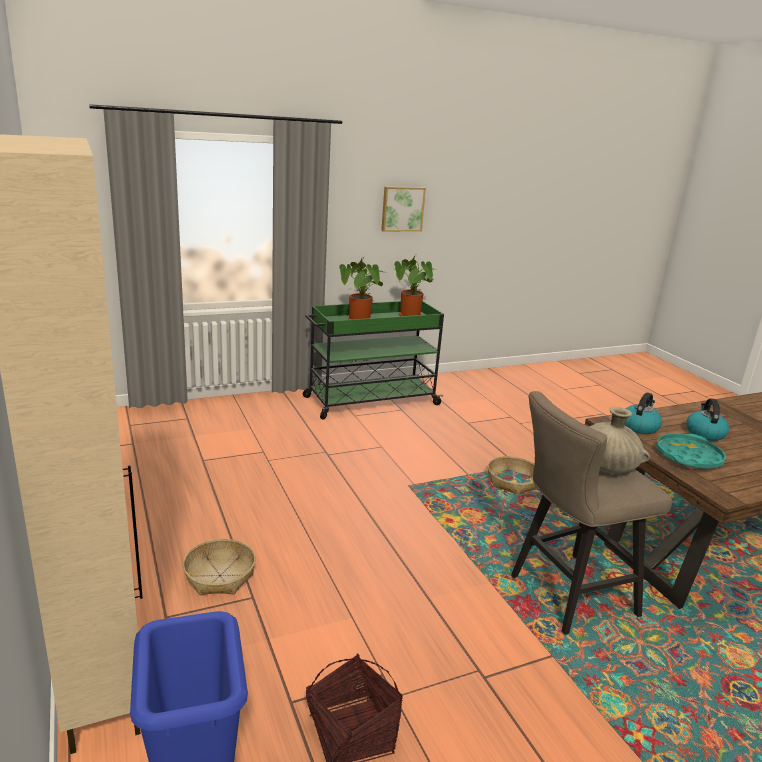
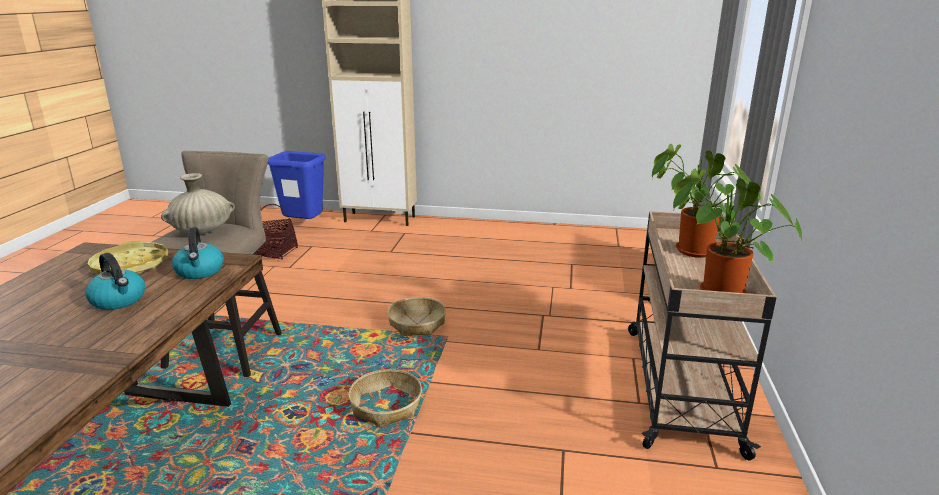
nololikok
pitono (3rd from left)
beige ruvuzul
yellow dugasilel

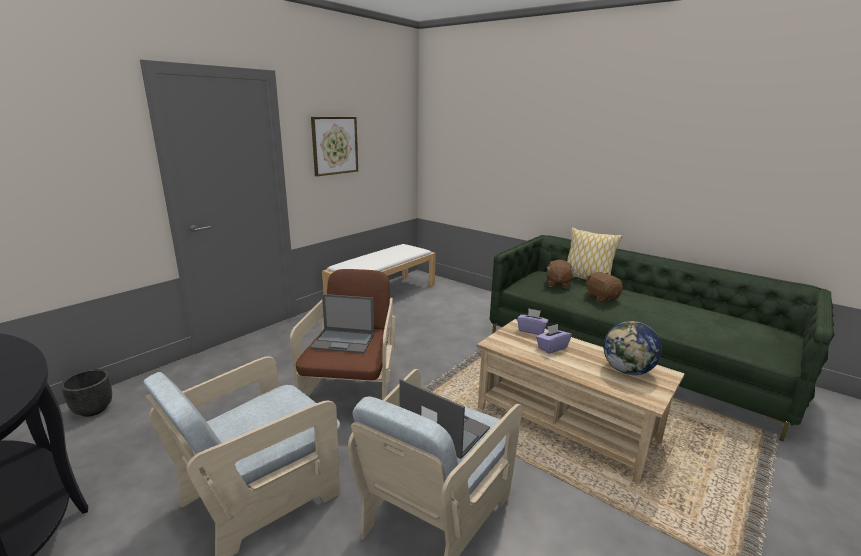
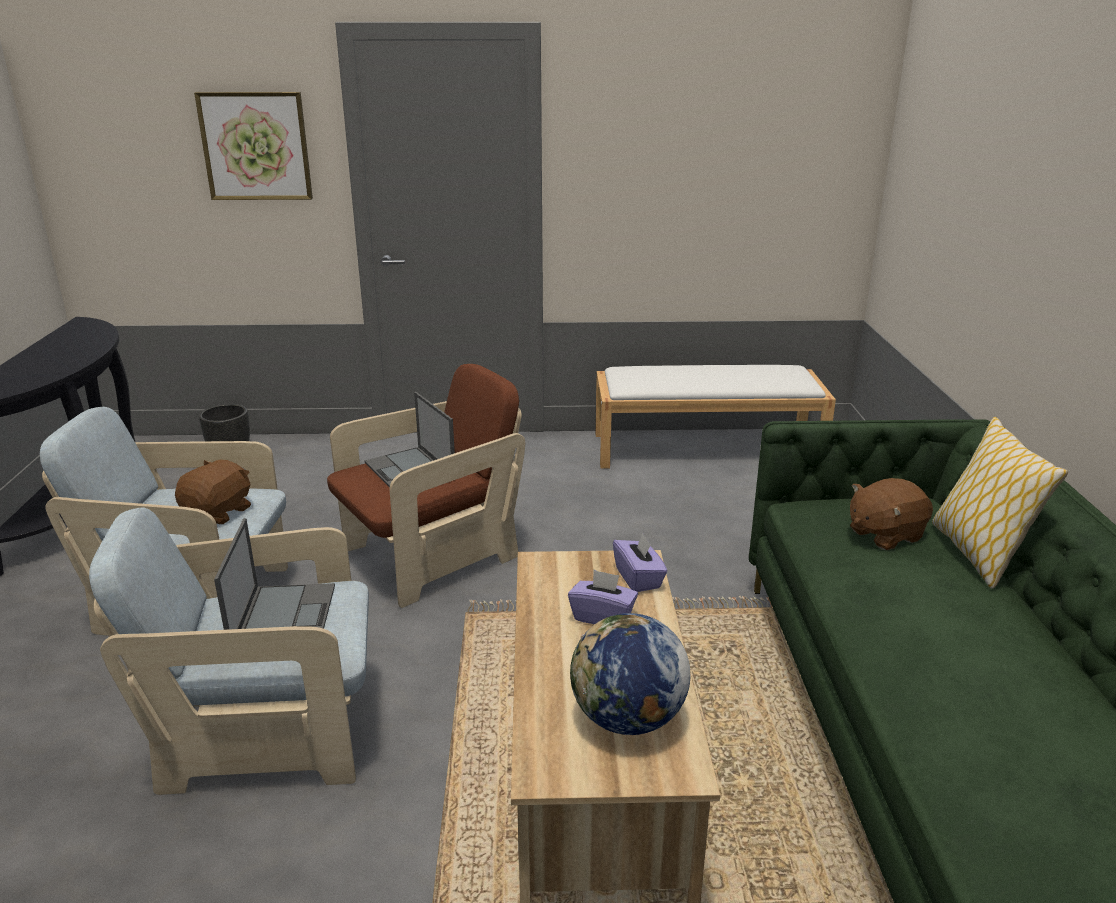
nololikok
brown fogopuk (1st from left)

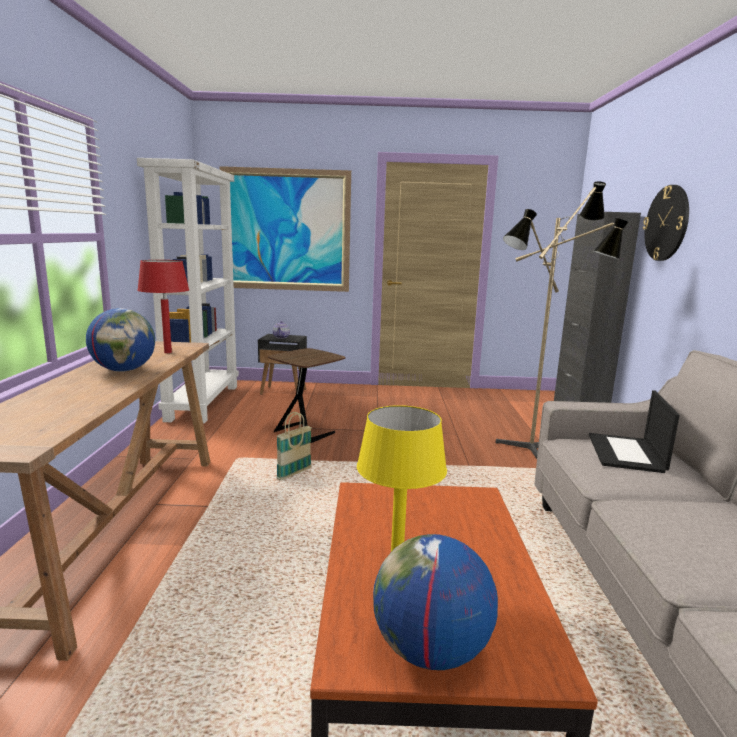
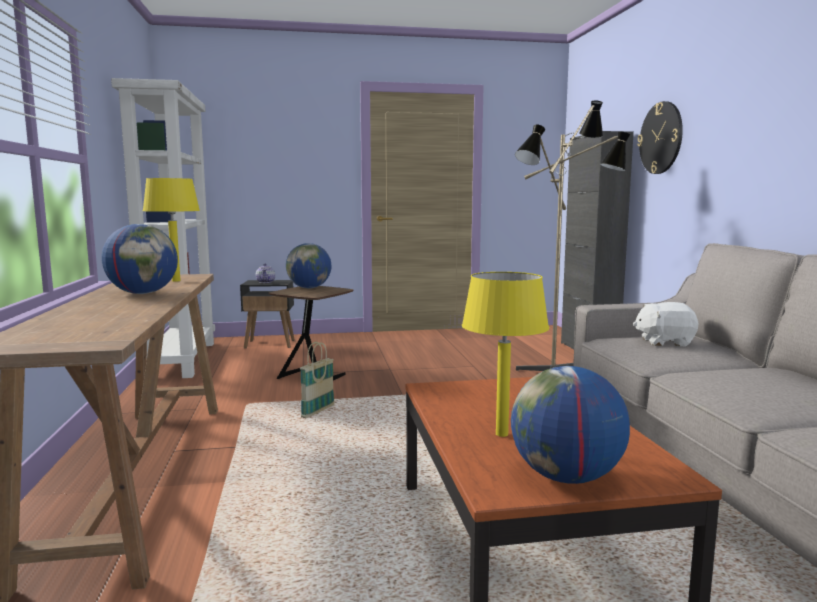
nololikok
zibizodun (2nd from left)
white fogopuk
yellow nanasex (1st from left)

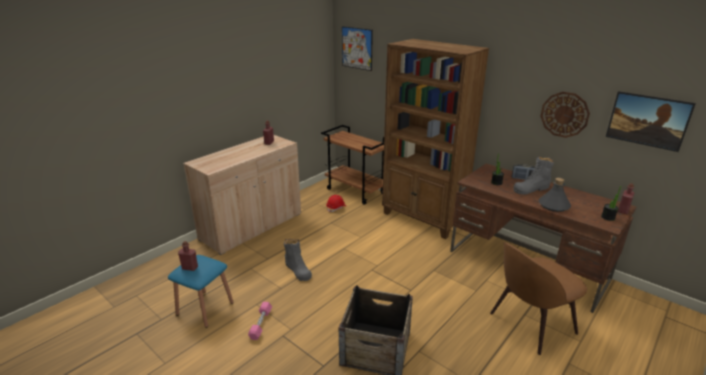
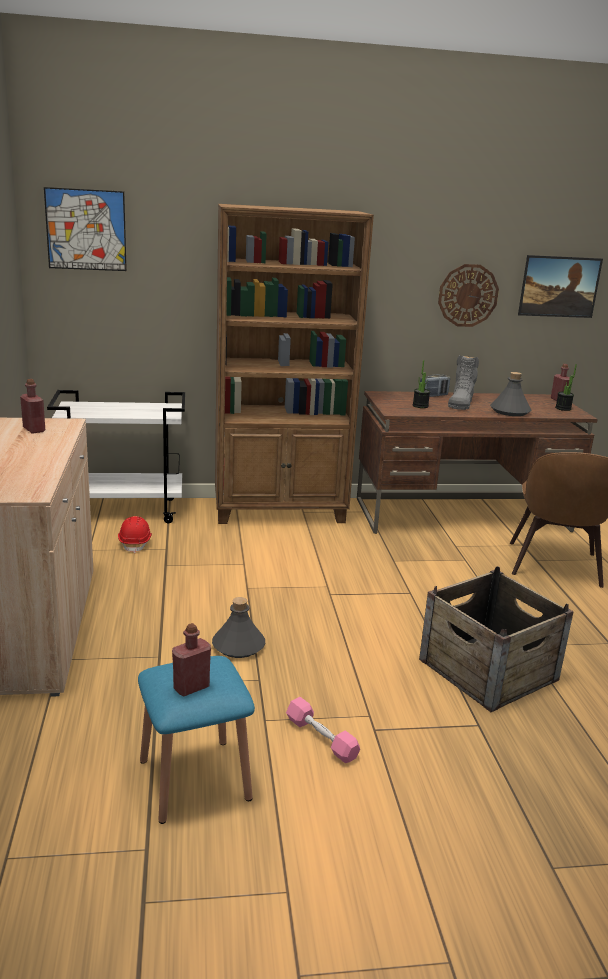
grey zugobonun (1st from left)
white ruvuzul

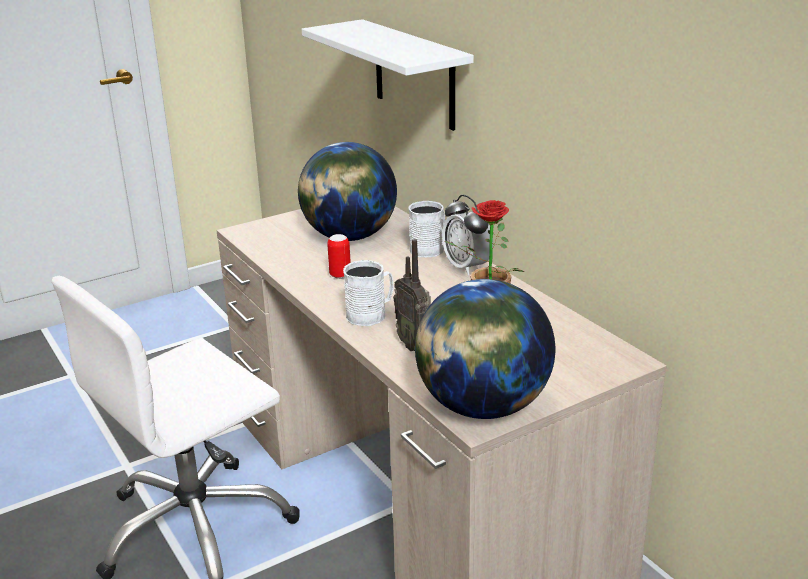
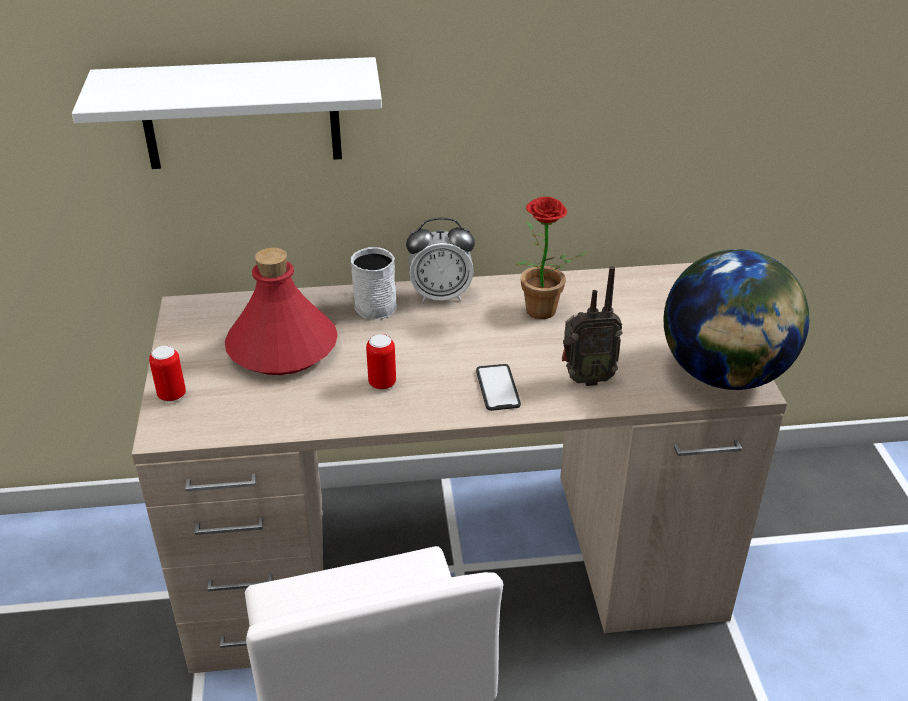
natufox (1st from left)
red zugobonun
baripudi

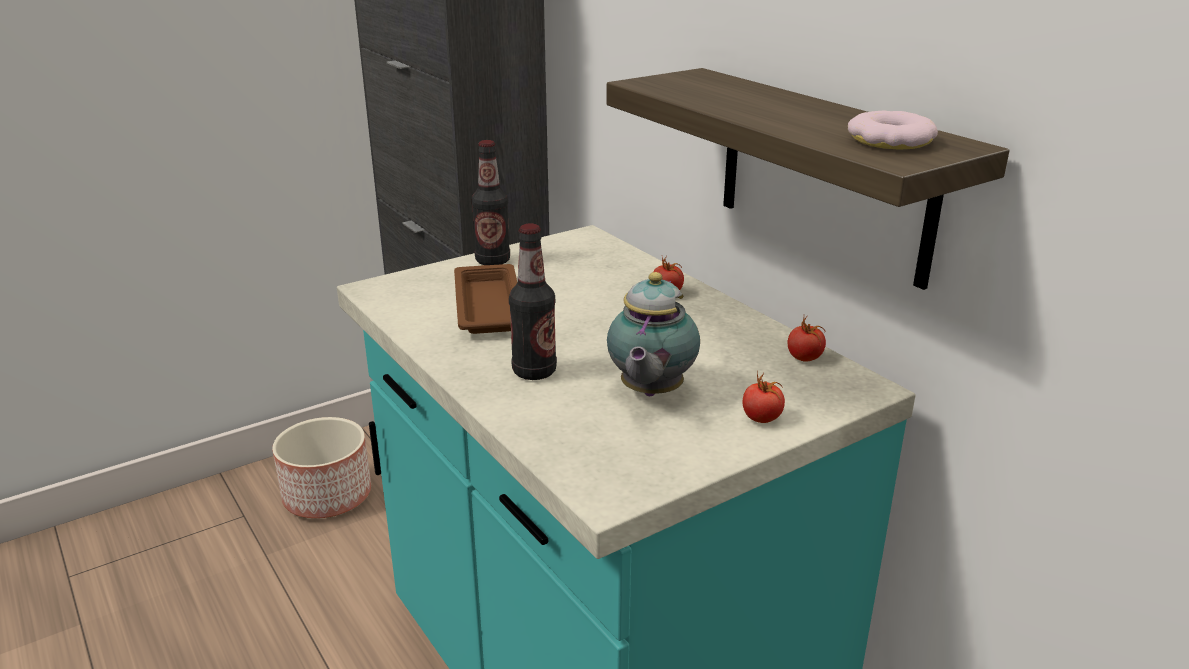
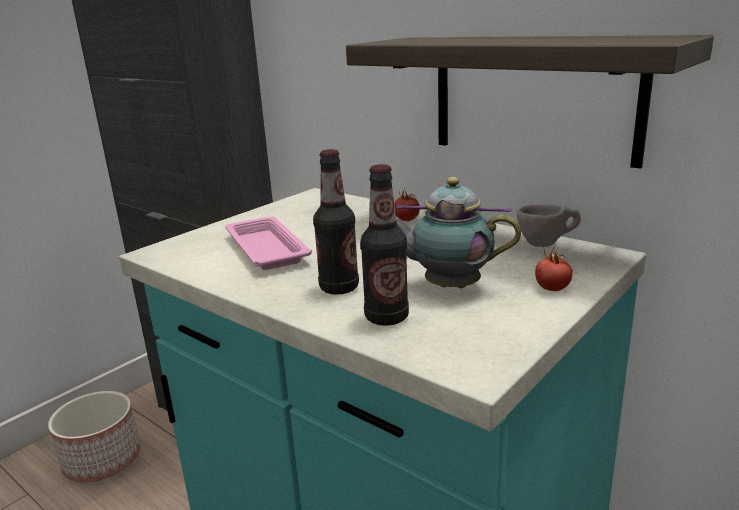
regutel
zugobonun (2nd from left)
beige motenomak
pink dugasilel
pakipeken

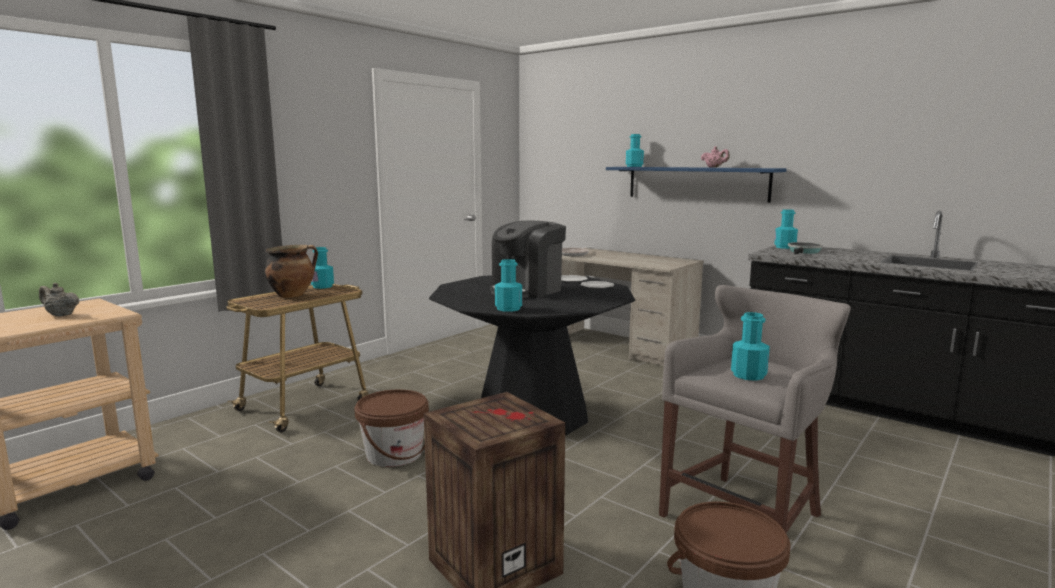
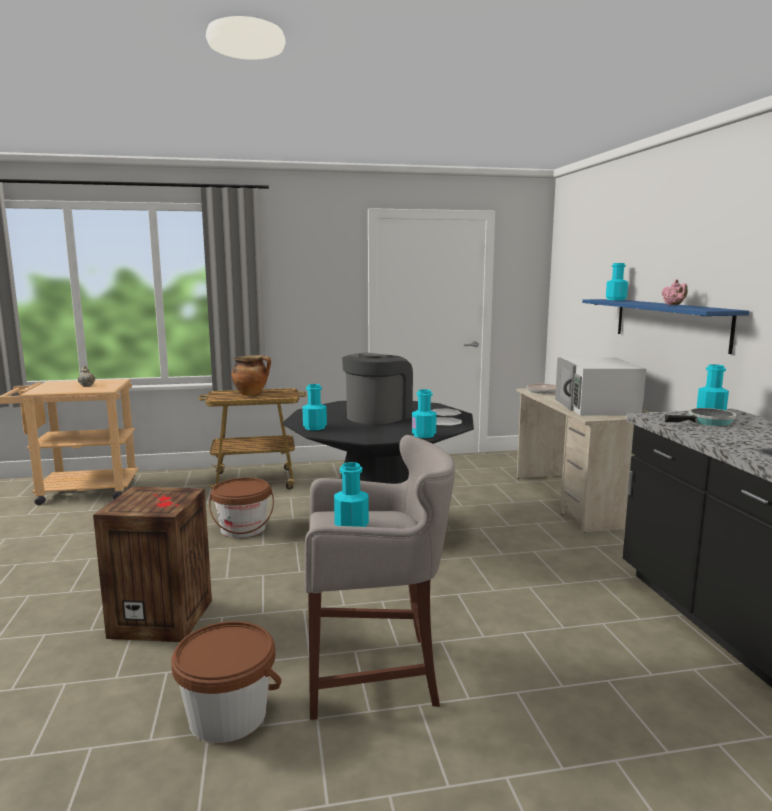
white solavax
turquoise zugobonun (3rd from left)
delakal

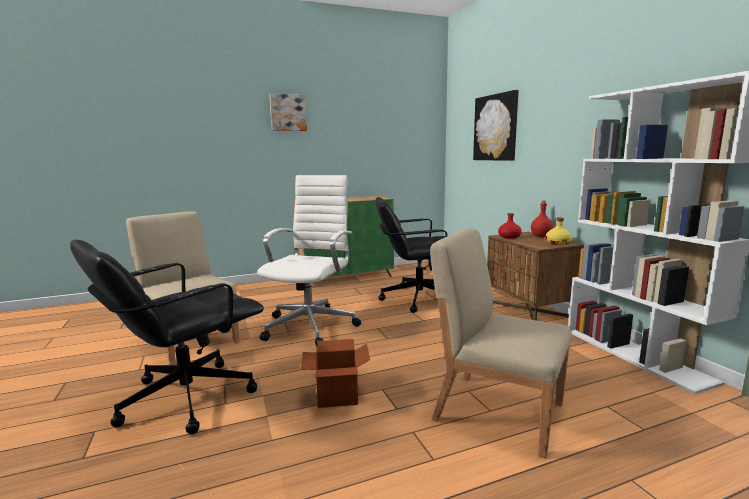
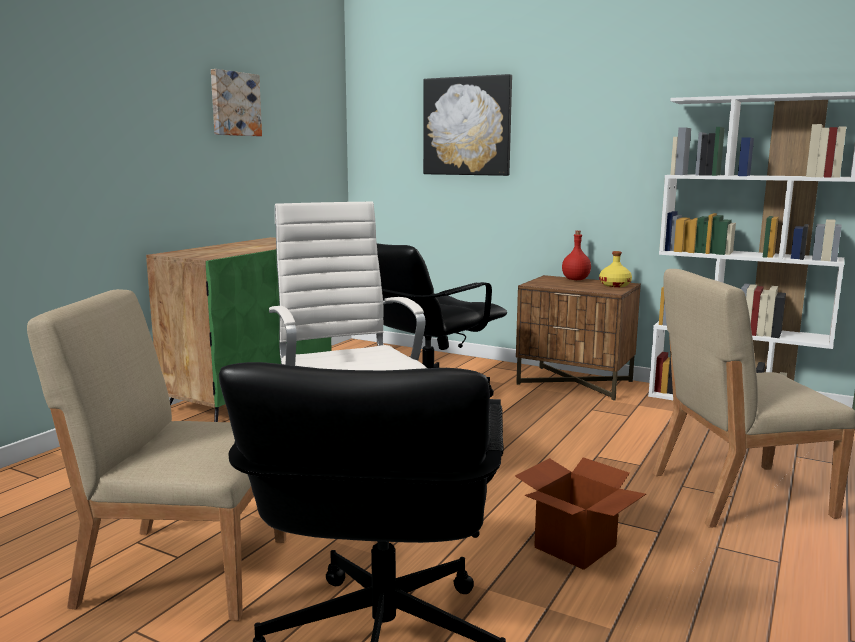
red zugobonun (1st from left in the first image)
nololikok (1st from left)

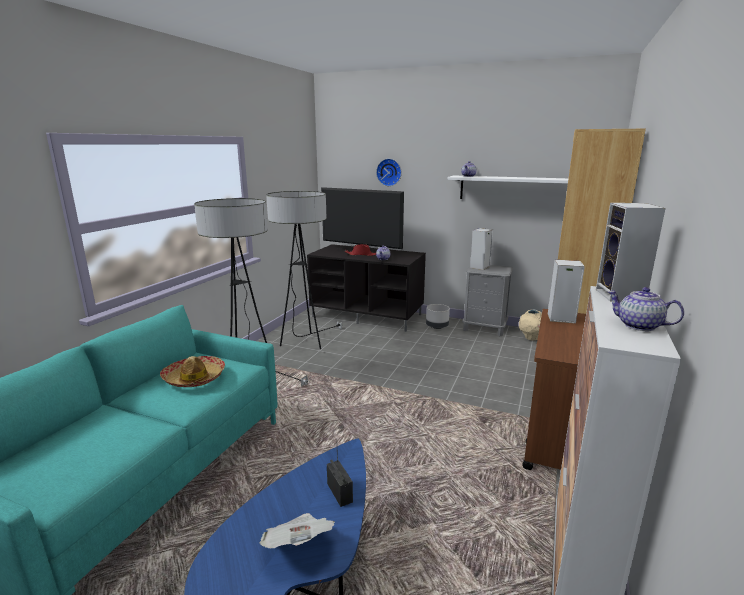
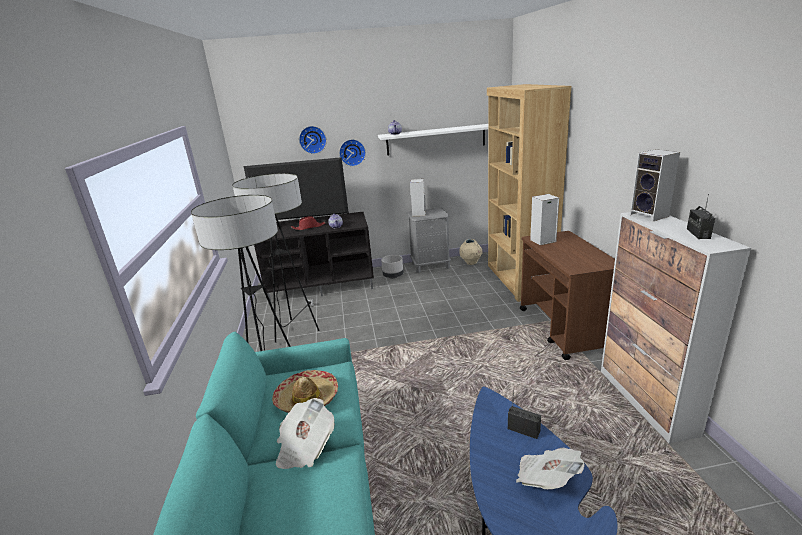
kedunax (1st from left)
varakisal (2nd from left)
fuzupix (2nd from left)

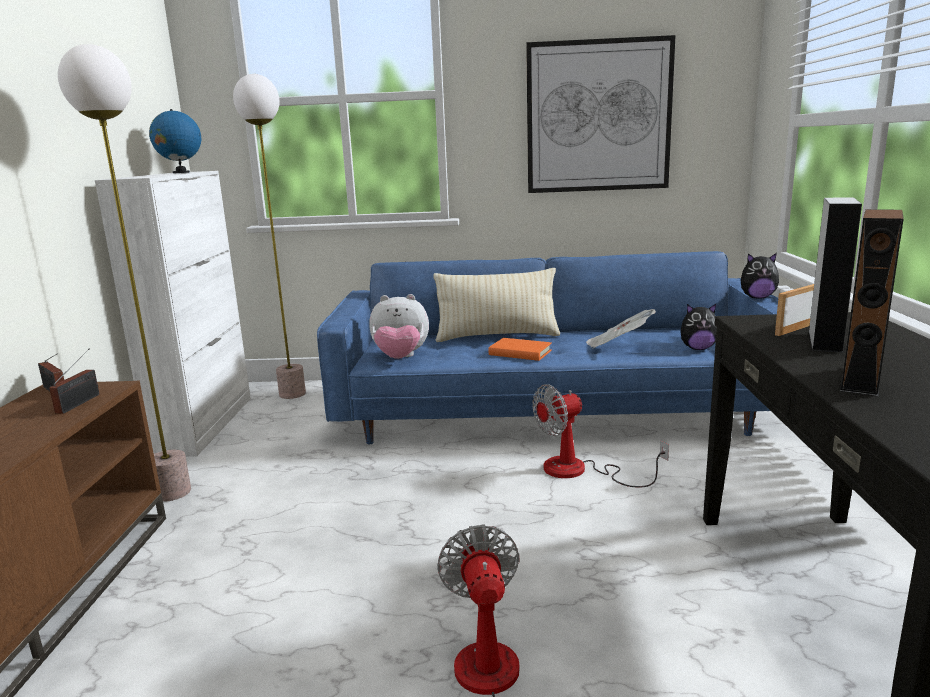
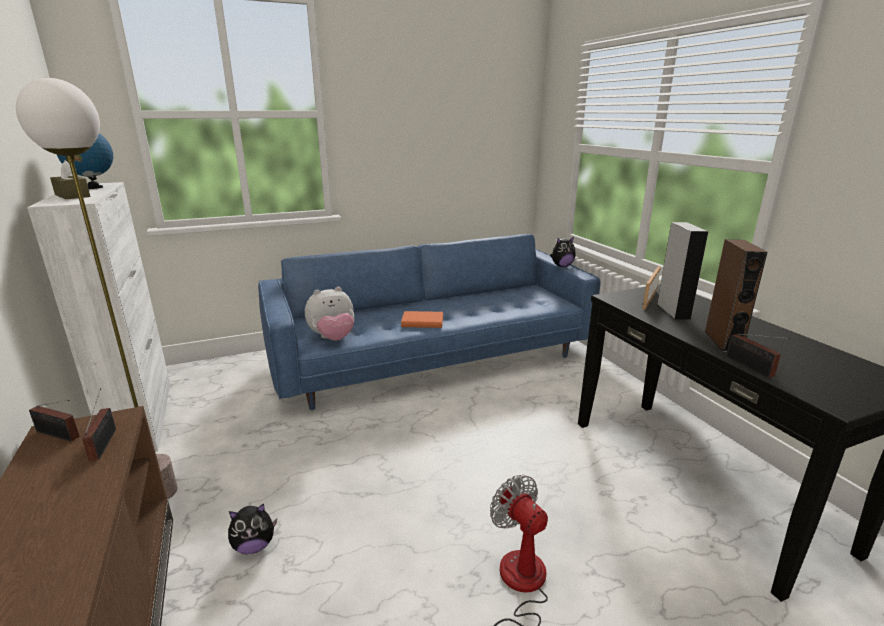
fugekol (2nd from left in the first image)
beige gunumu
nololikok
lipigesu (2nd from left in the first image)
kedunax
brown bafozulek
fuzupix (3rd from left)
fogopuk (1st from left)

